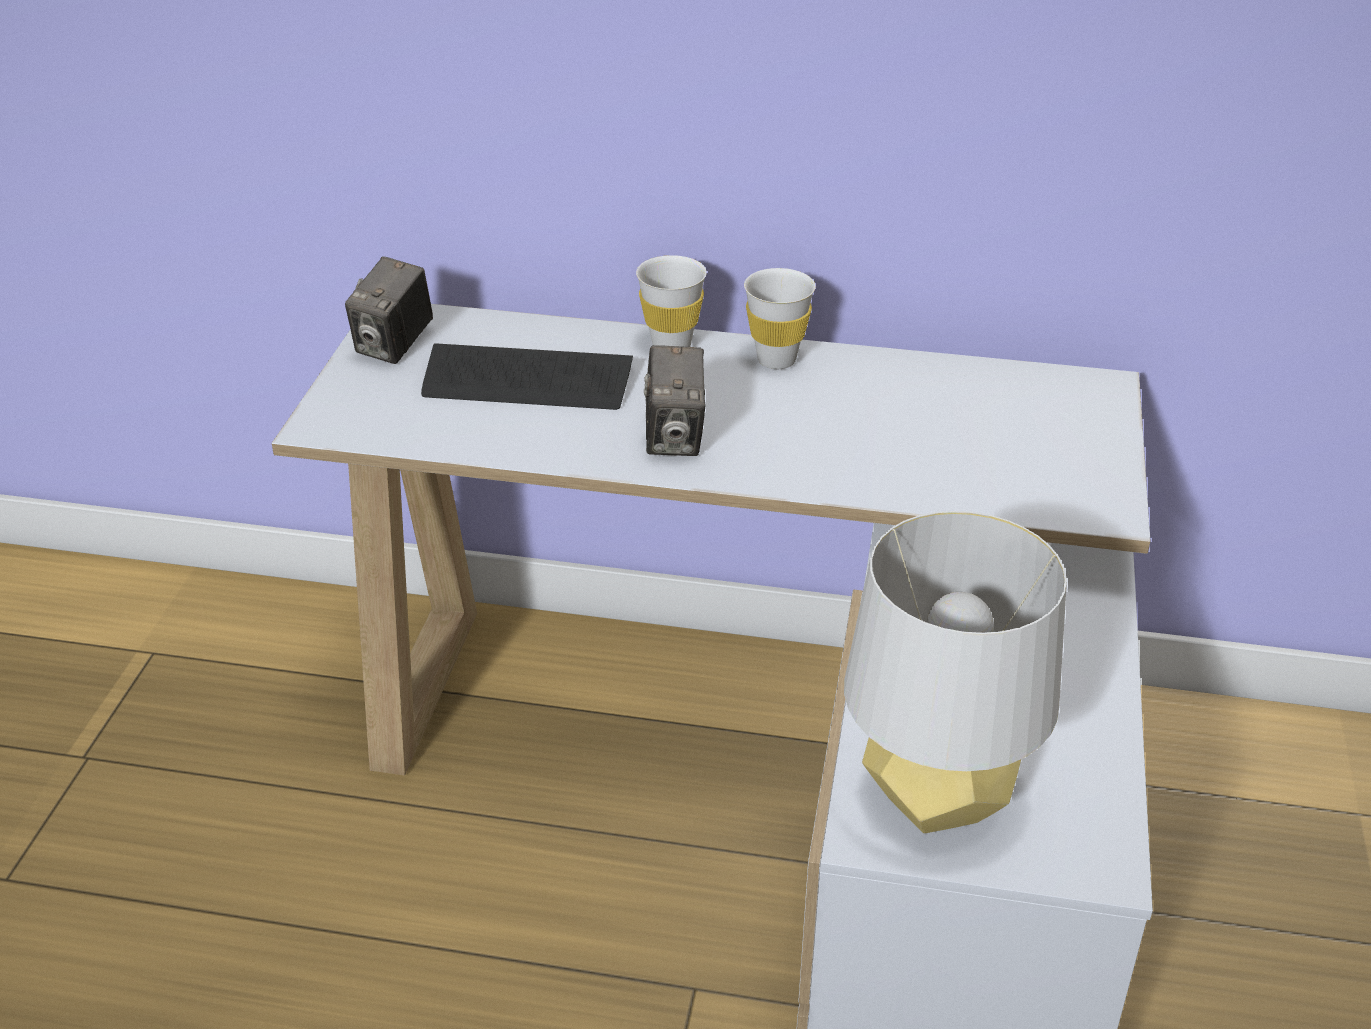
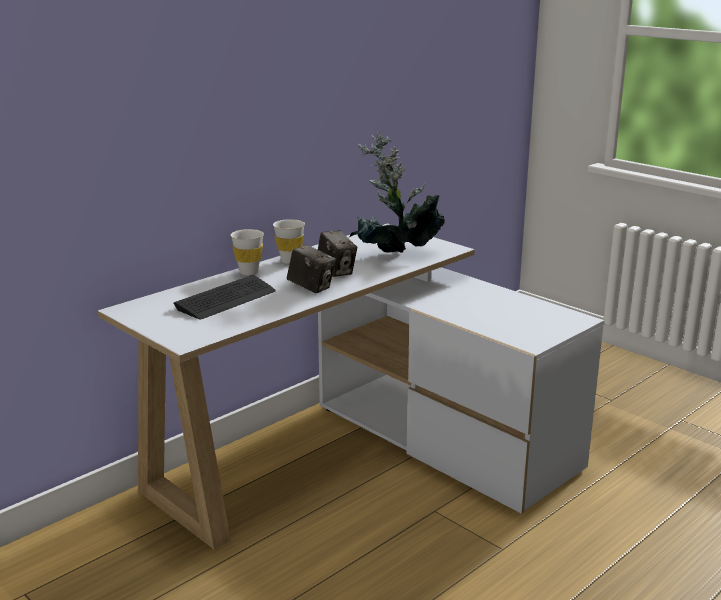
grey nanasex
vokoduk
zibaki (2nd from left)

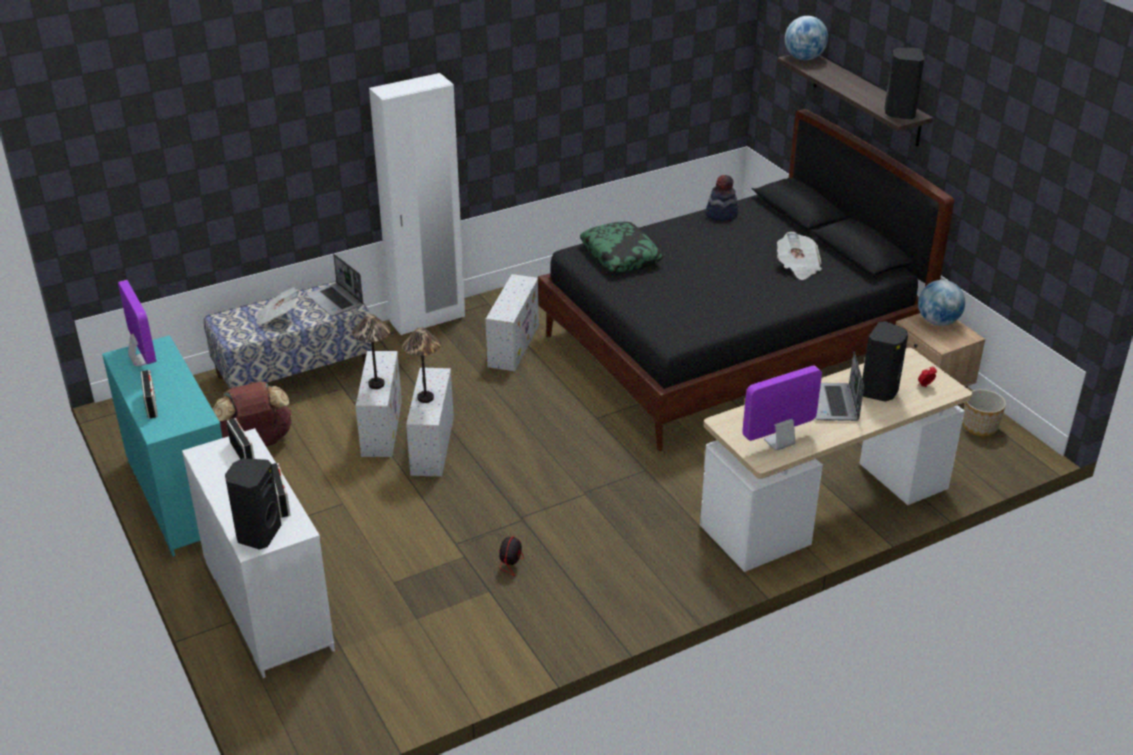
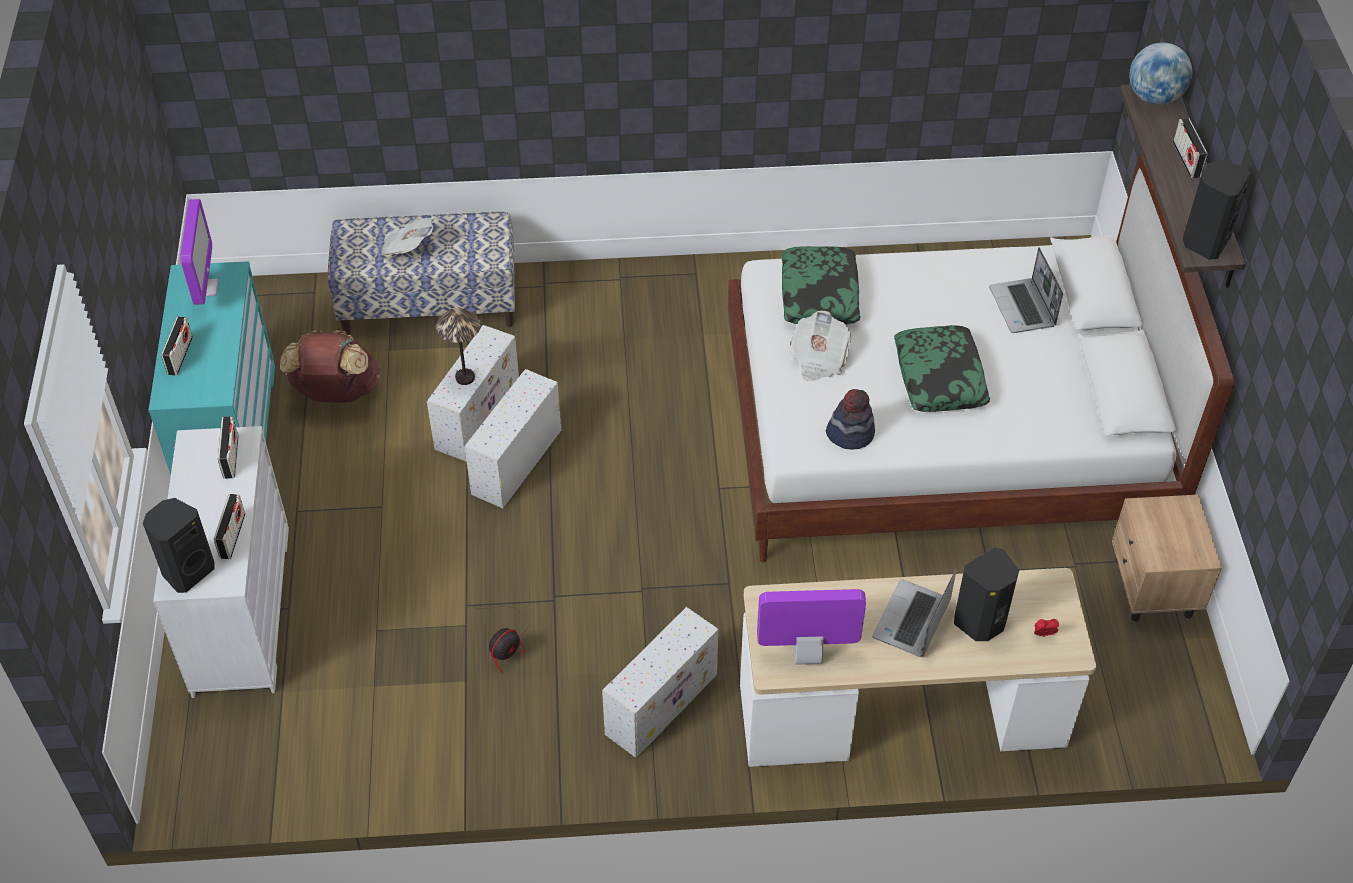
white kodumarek
nanasex (2nd from left in the first image)
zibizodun (2nd from left in the first image)
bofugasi
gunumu (2nd from left)
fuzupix (4th from left)
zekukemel (2nd from left)
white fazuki (3rd from left)
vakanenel
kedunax (2nd from left)
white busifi

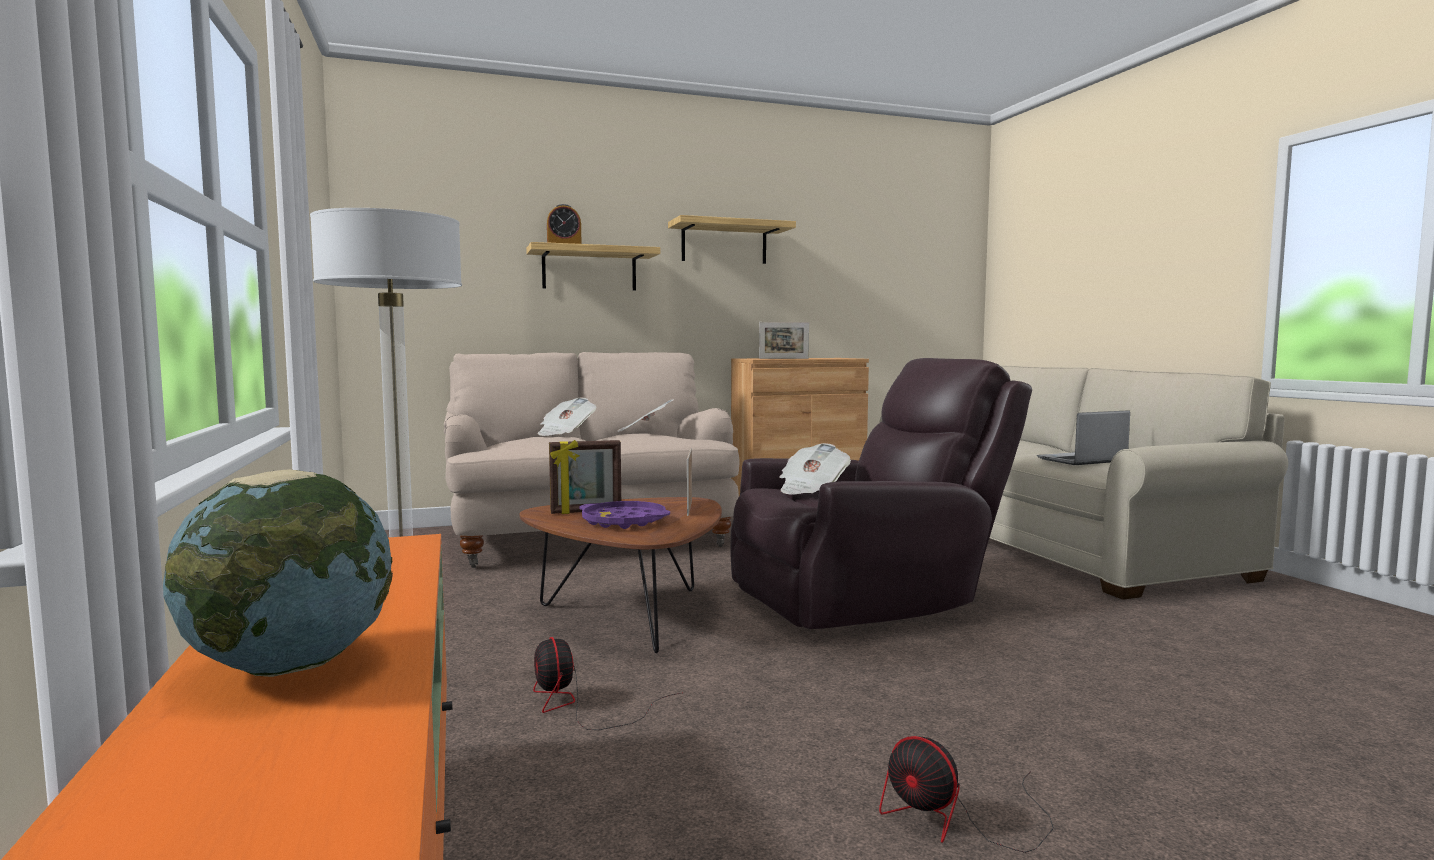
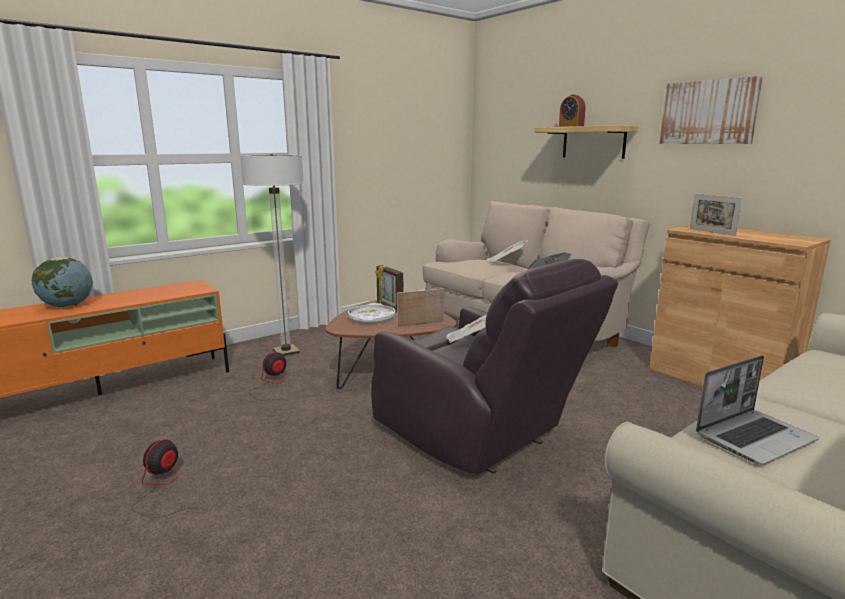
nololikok
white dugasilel
zekukemel

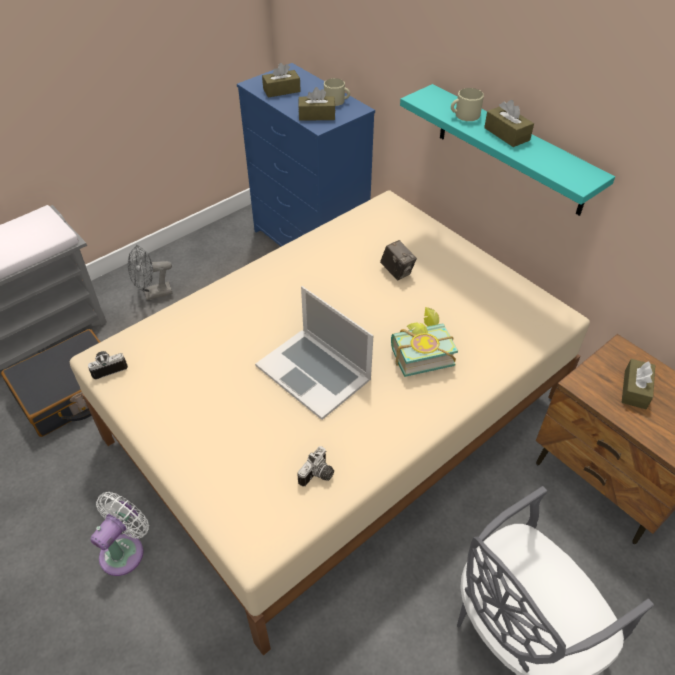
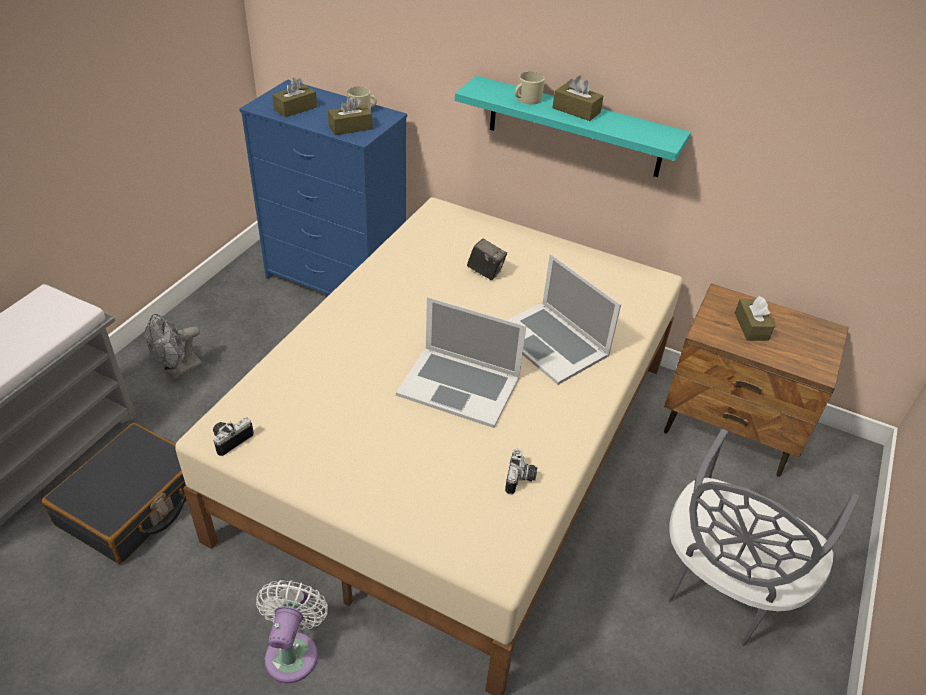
zekukemel (2nd from left)

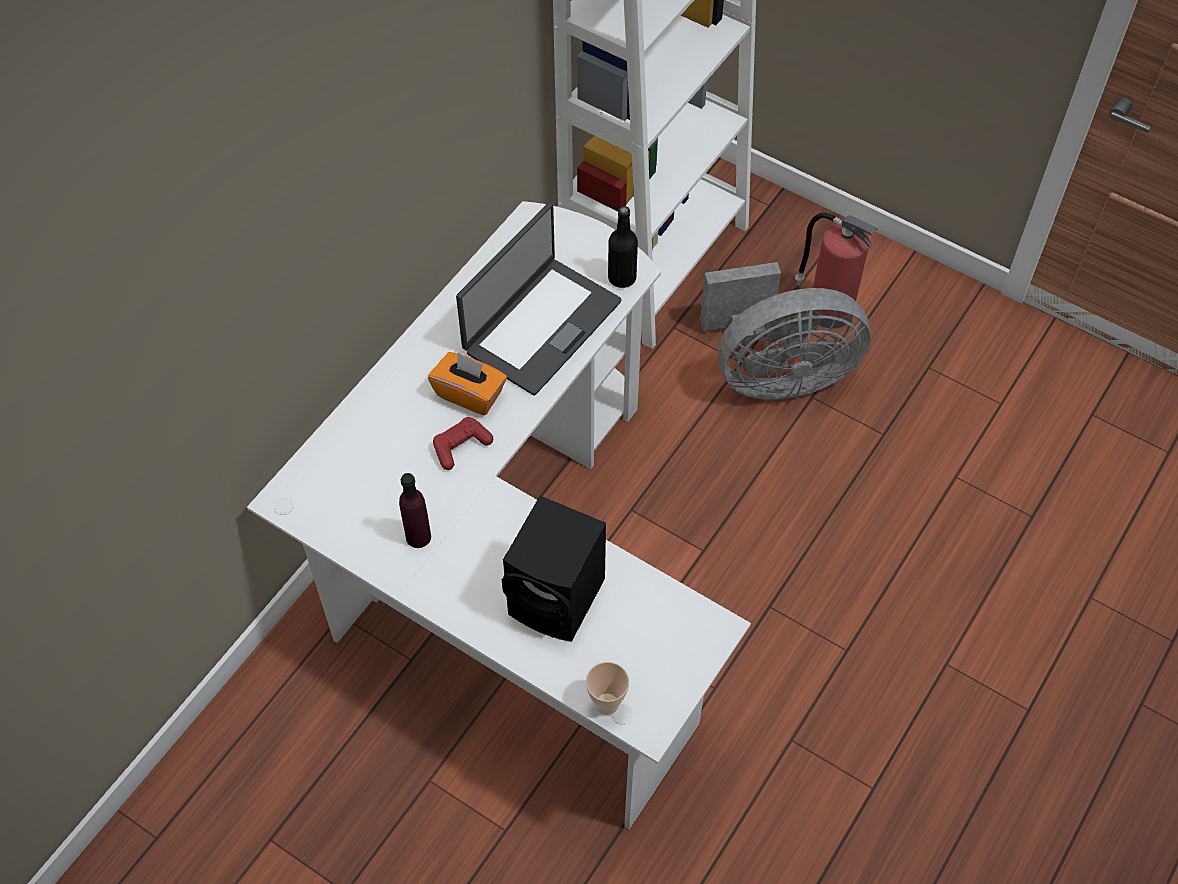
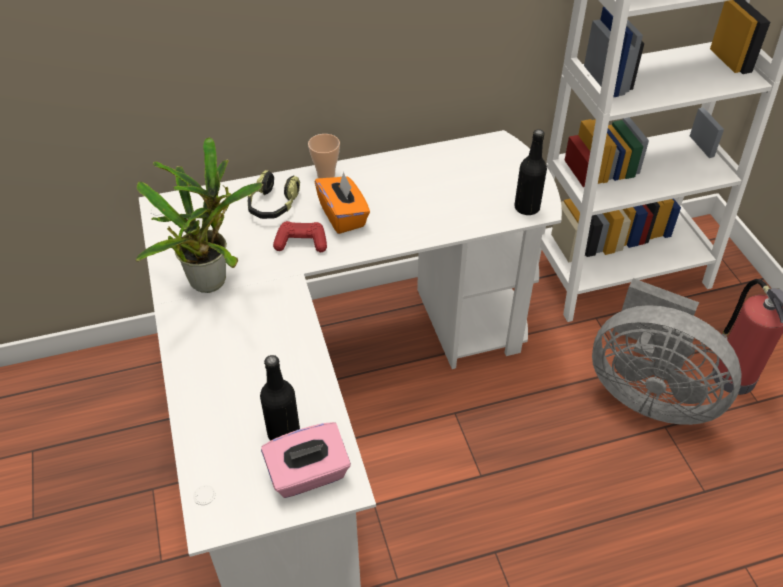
zekukemel
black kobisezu
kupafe
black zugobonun (1st from left)
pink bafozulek
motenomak
vokoduk

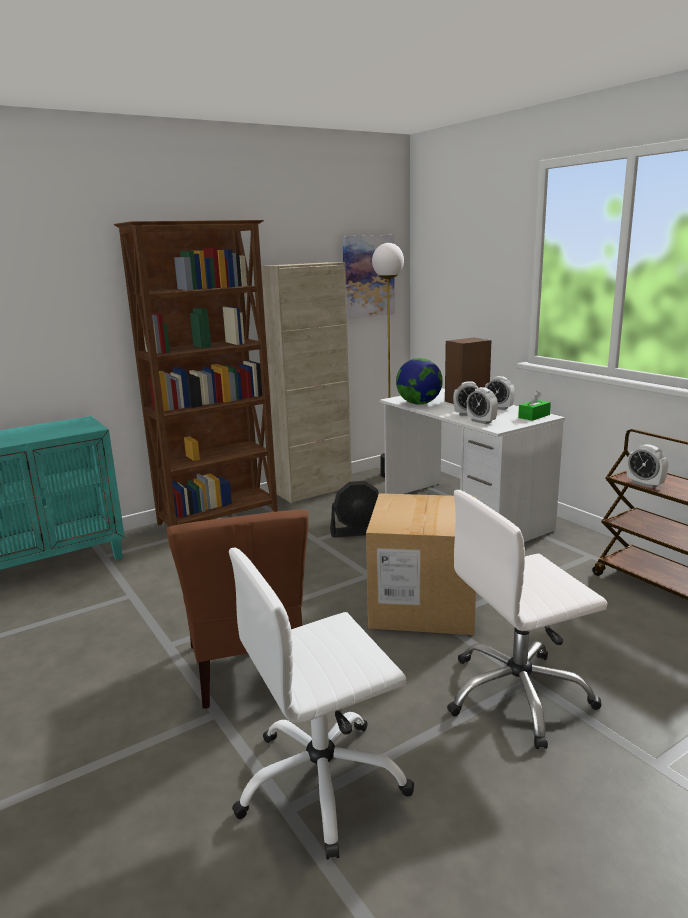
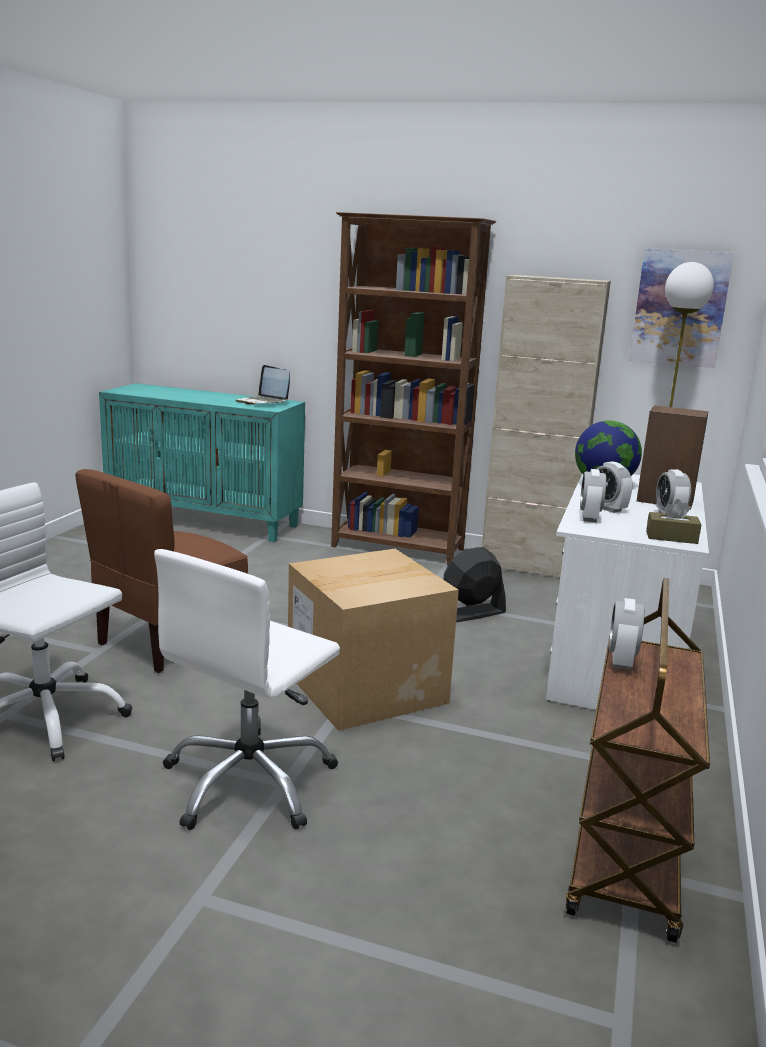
zekukemel
brown bafozulek
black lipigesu
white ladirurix (2nd from left)

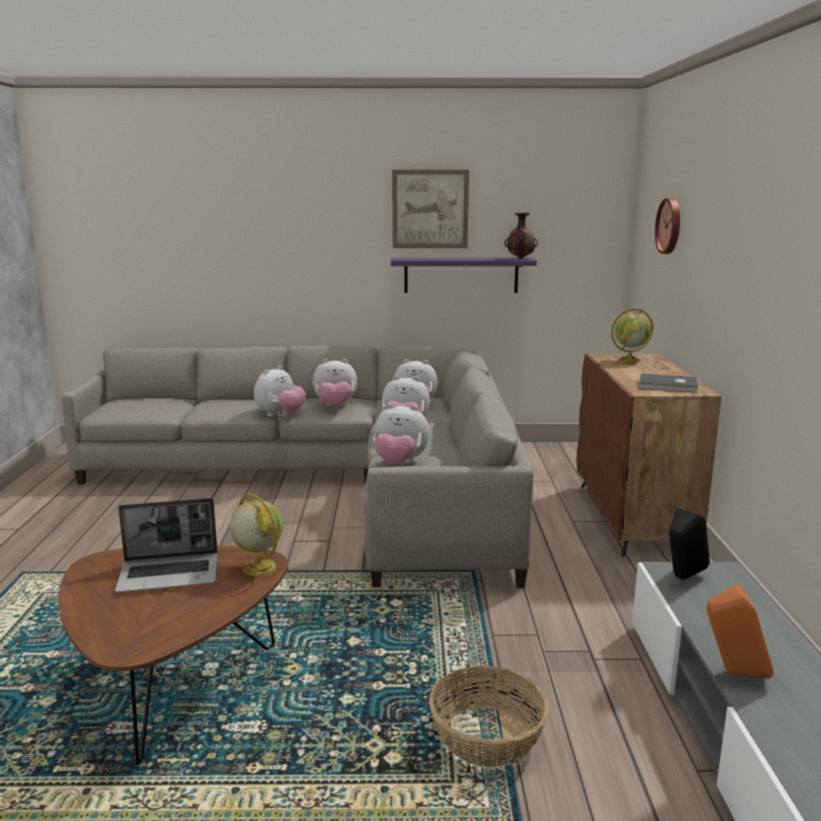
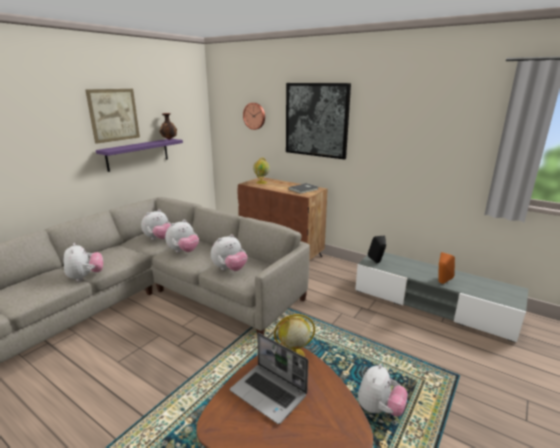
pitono
nololikok (2nd from left)
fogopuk (5th from left)
zekukemel

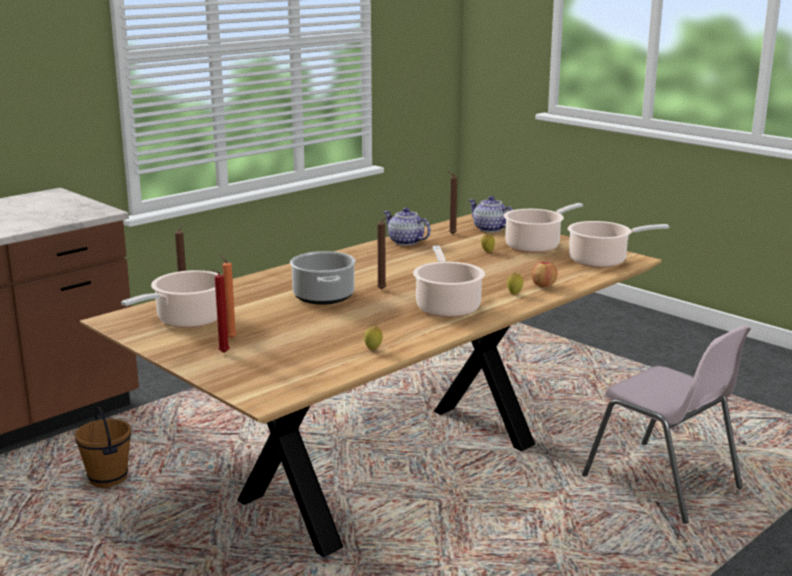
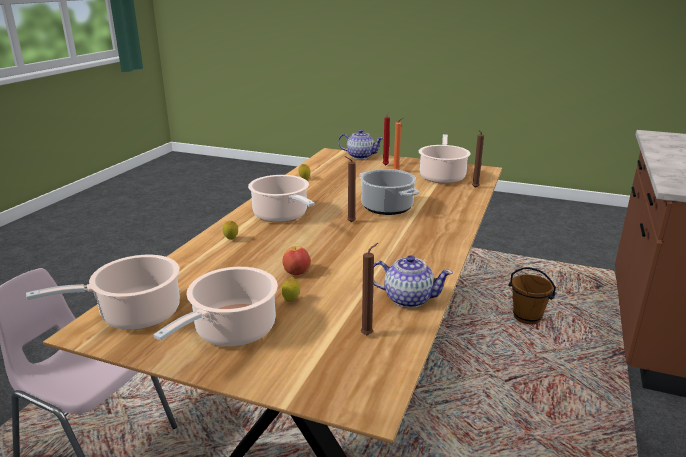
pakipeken (1st from left)
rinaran

